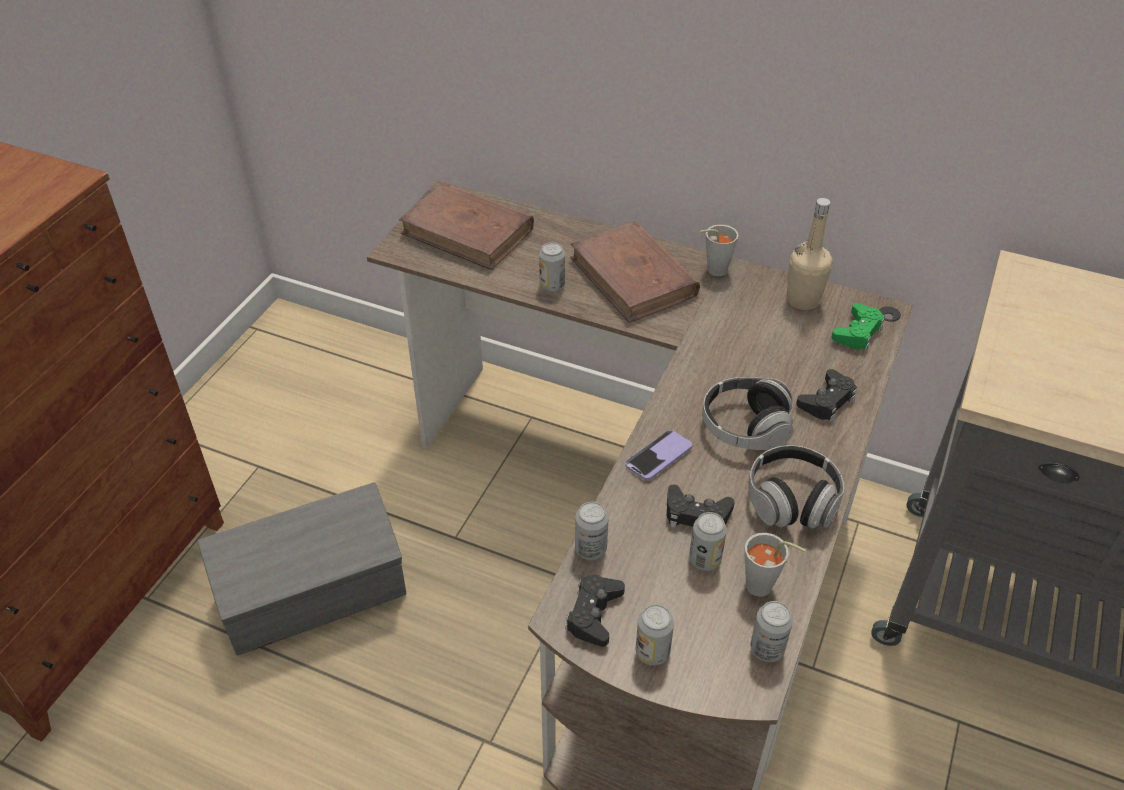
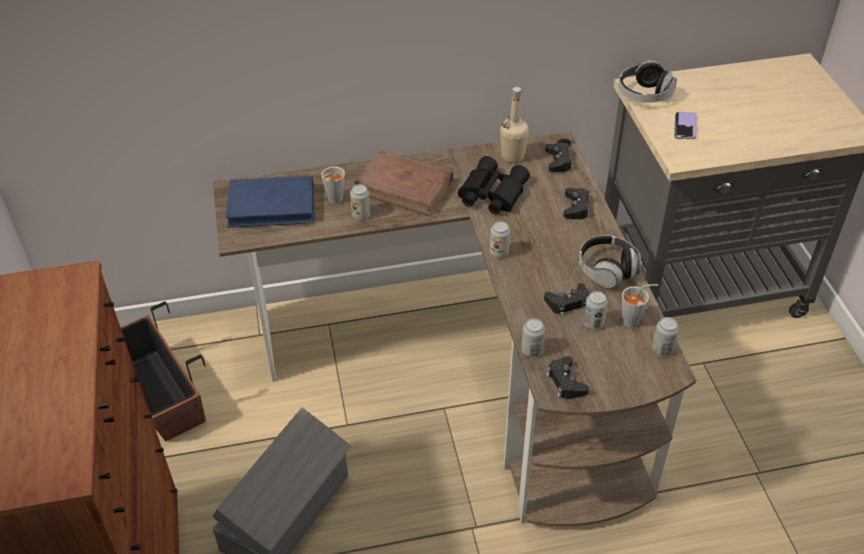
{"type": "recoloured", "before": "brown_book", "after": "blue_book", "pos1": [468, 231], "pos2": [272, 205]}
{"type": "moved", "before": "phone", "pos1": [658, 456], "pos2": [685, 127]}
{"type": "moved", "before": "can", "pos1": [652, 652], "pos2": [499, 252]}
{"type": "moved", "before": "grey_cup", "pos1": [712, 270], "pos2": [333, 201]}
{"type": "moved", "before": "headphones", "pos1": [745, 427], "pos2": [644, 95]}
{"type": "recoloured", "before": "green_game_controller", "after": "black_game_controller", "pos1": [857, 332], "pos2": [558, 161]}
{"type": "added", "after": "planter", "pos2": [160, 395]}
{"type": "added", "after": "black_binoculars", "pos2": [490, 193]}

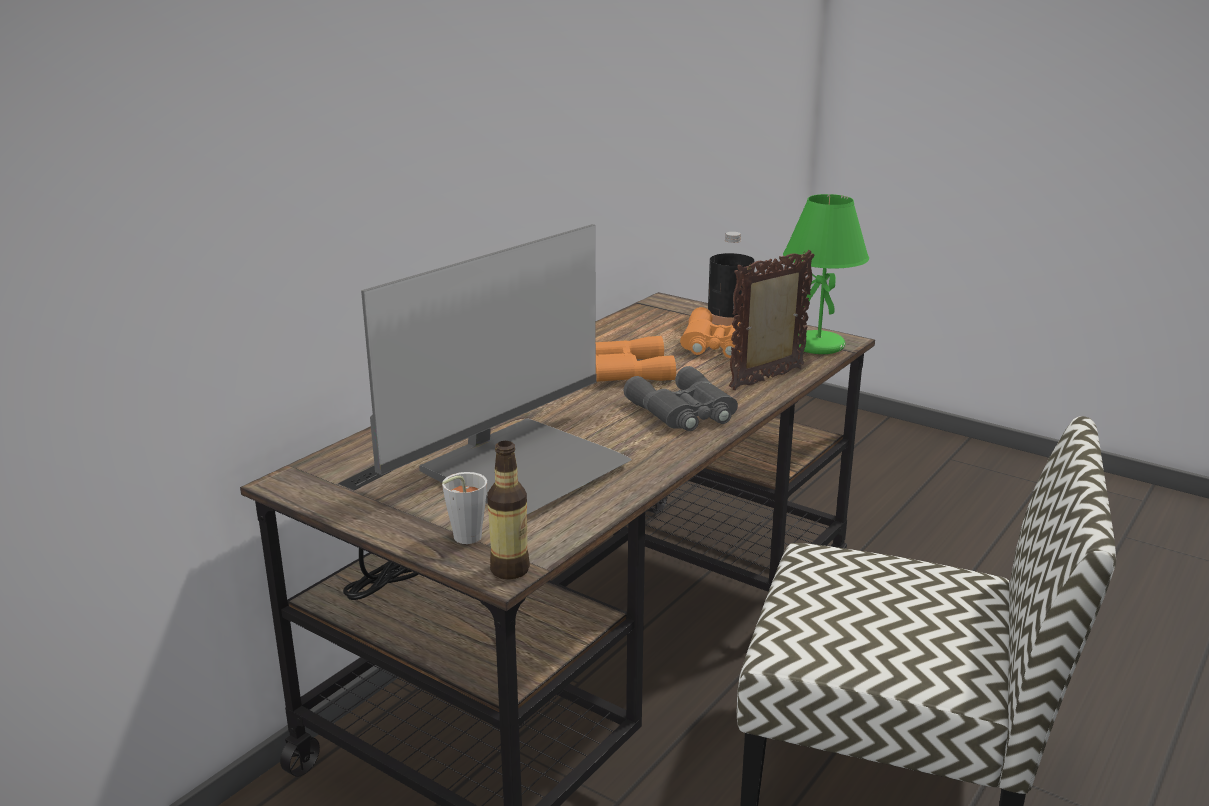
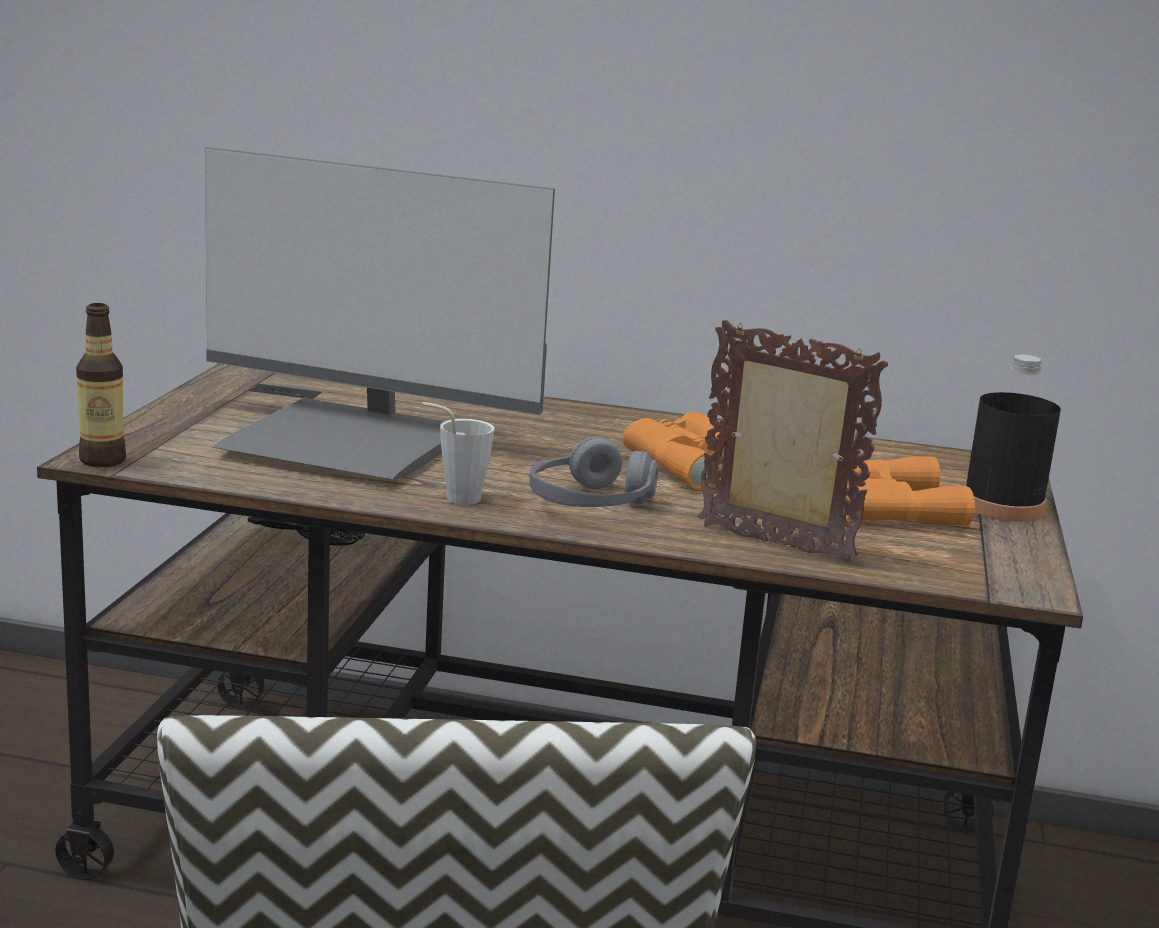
{"type": "moved", "before": "grey_cup", "pos1": [463, 539], "pos2": [455, 497]}
{"type": "replaced", "before": "grey_binoculars", "after": "grey_headphones", "pos1": [683, 412], "pos2": [590, 503]}
{"type": "removed", "before": "green_table_lamp", "pos1": [819, 346]}

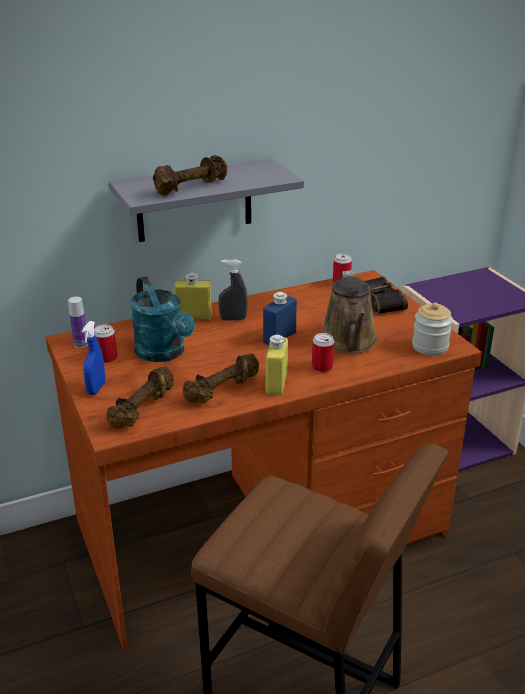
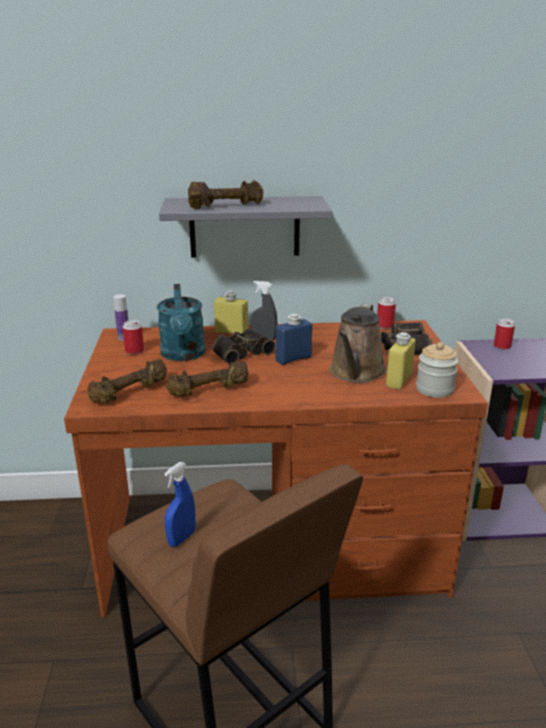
{"type": "moved", "before": "blue_spray_bottle", "pos1": [96, 388], "pos2": [181, 538]}
{"type": "moved", "before": "yellow_bottle", "pos1": [276, 383], "pos2": [399, 380]}
{"type": "moved", "before": "can", "pos1": [322, 367], "pos2": [502, 346]}
{"type": "added", "after": "binoculars", "pos2": [240, 352]}

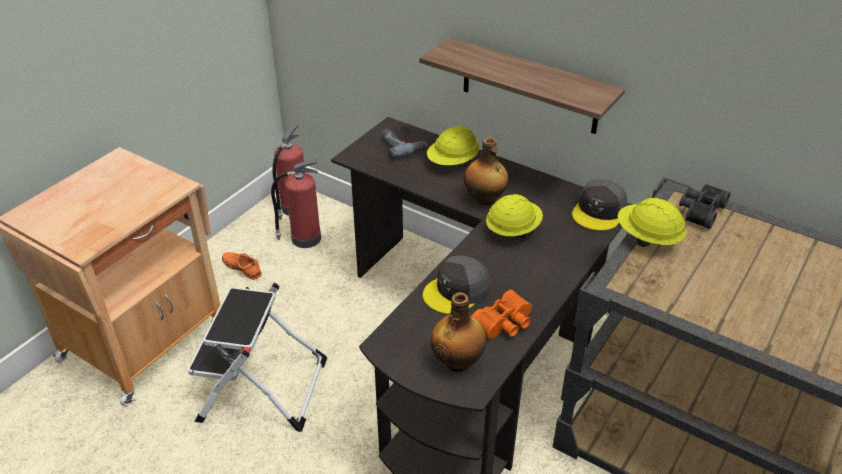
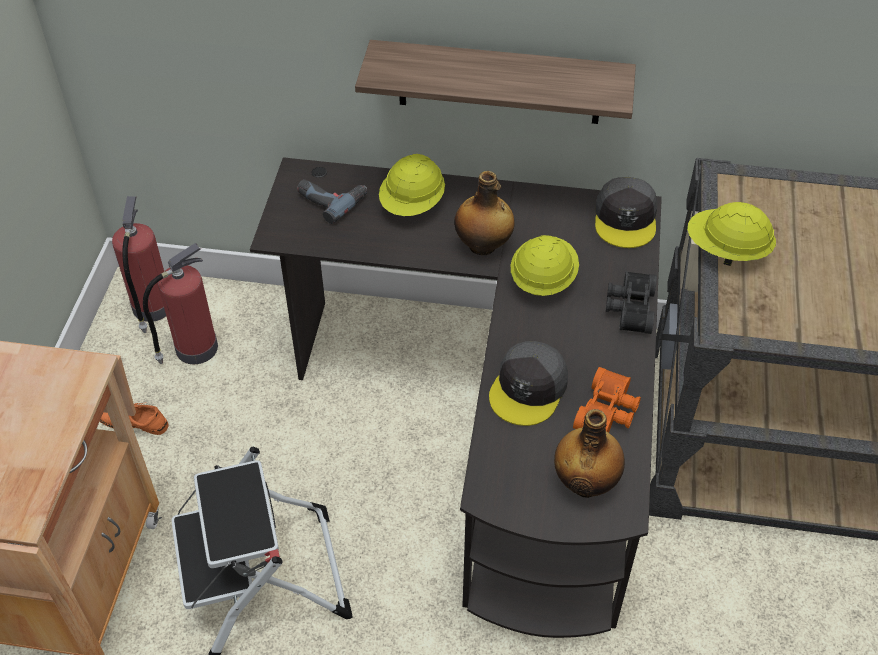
{"type": "moved", "before": "black_binoculars", "pos1": [700, 211], "pos2": [629, 308]}

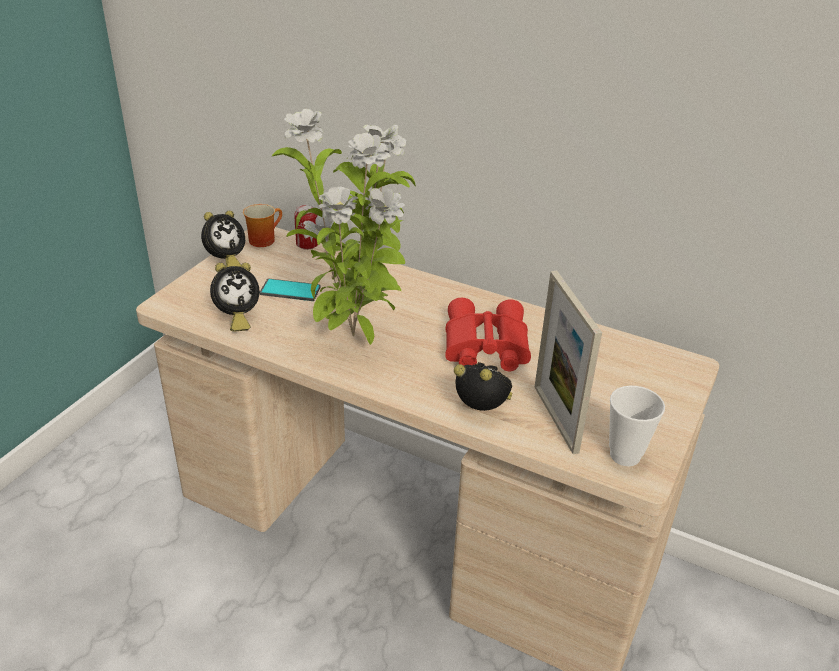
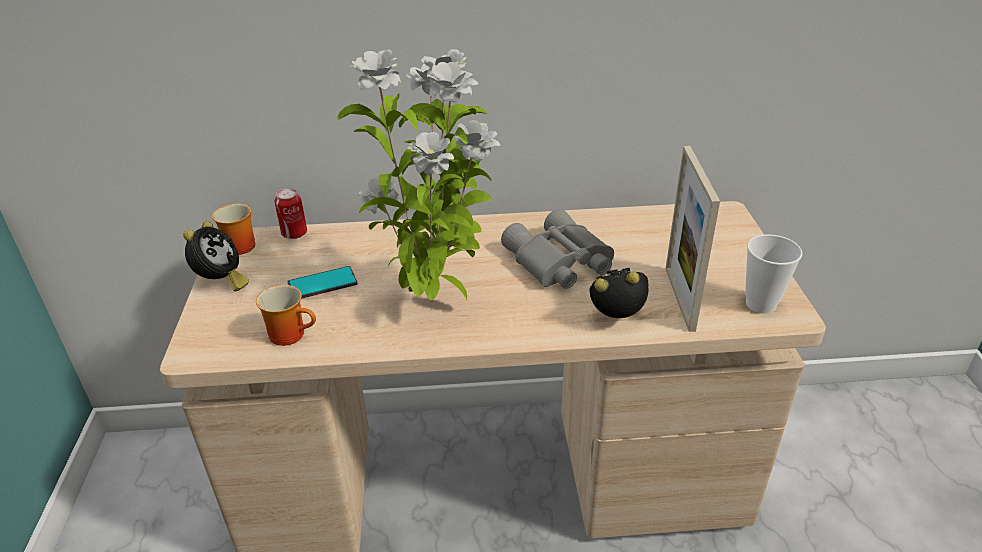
{"type": "replaced", "before": "alarm_clock", "after": "mug", "pos1": [236, 318], "pos2": [292, 333]}
{"type": "recoloured", "before": "red_binoculars", "after": "grey_binoculars", "pos1": [483, 347], "pos2": [558, 262]}
{"type": "turned", "before": "picture_frame", "pos1": [555, 418], "pos2": [679, 298], "turn": 45}

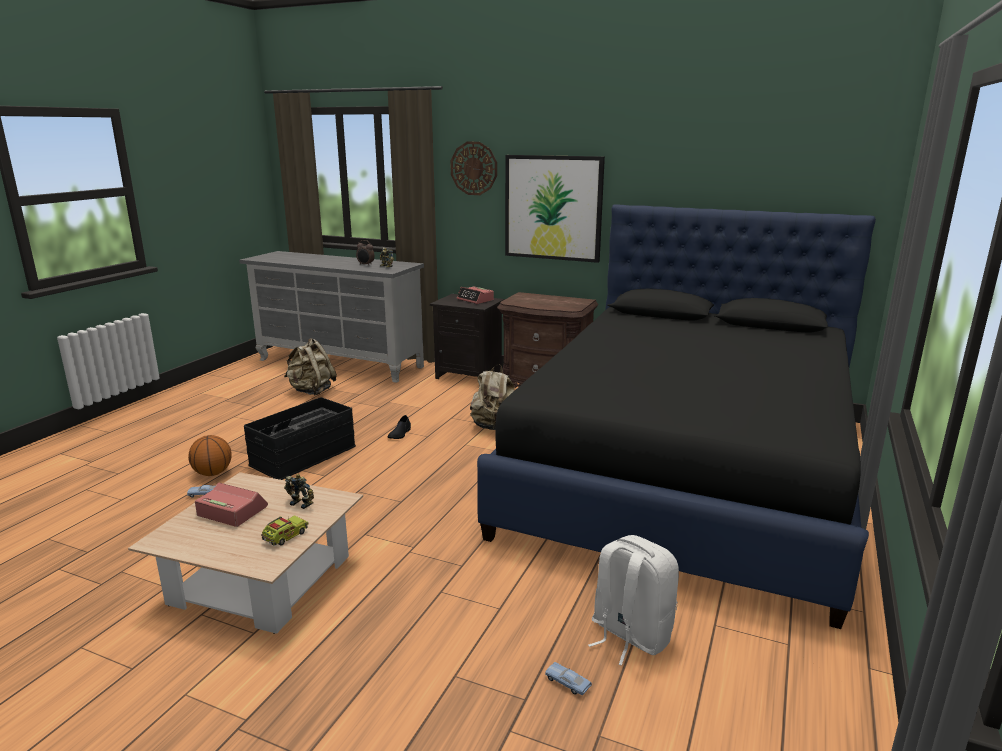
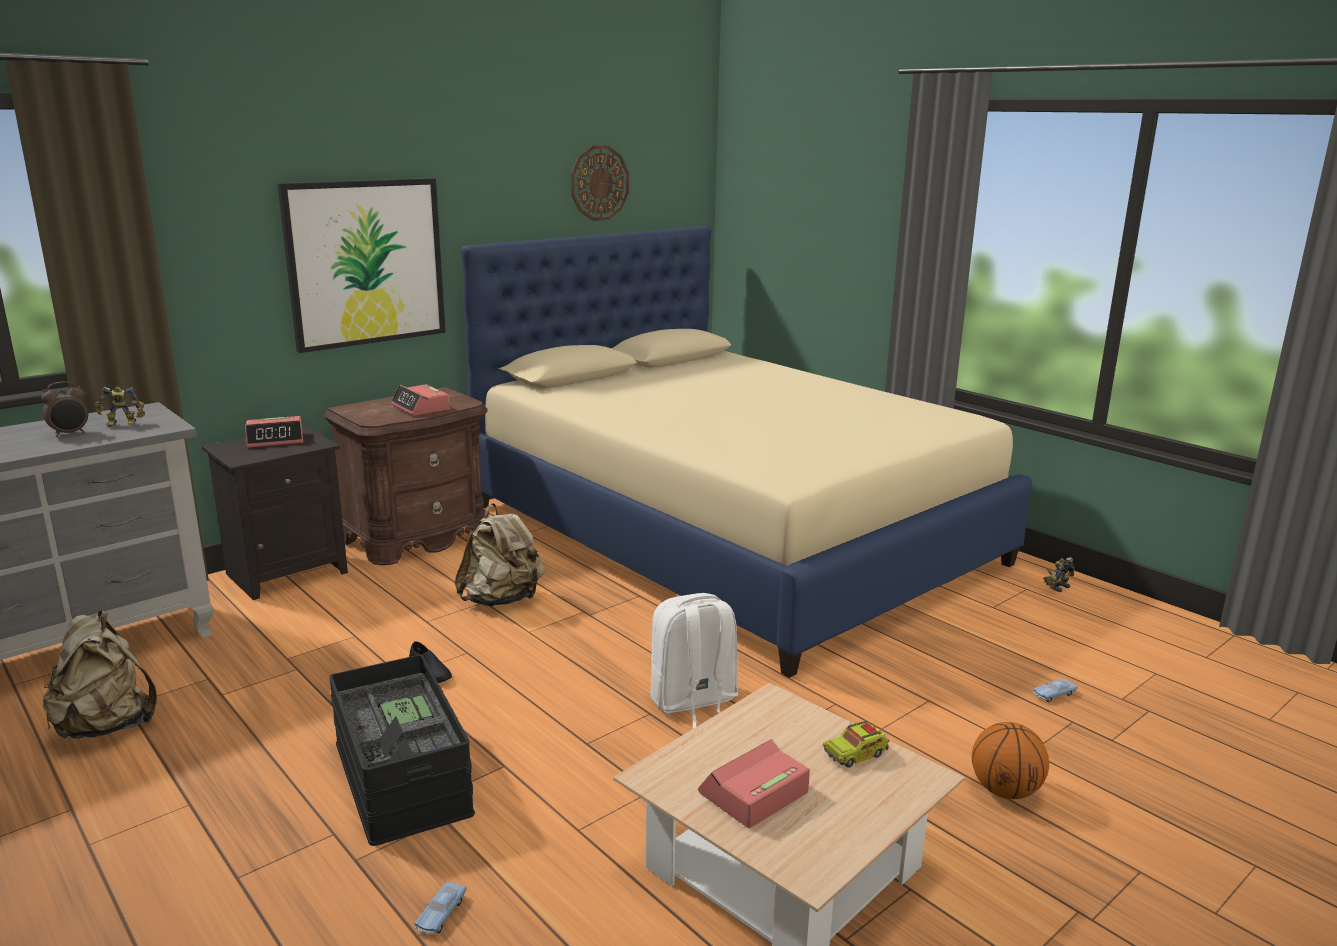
{"type": "moved", "before": "basketball", "pos1": [212, 473], "pos2": [1005, 791]}
{"type": "turned", "before": "toy_truck", "pos1": [285, 536], "pos2": [855, 754], "turn": -90}
{"type": "moved", "before": "toy_robot", "pos1": [302, 503], "pos2": [1057, 587]}
{"type": "moved", "before": "wall_clock", "pos1": [474, 168], "pos2": [599, 183]}
{"type": "recoloured", "before": "black_bed", "after": "beige_bed", "pos1": [687, 470], "pos2": [729, 533]}
{"type": "moved", "before": "white_backpack", "pos1": [629, 635], "pos2": [693, 702]}
{"type": "added", "after": "alarm_clock", "pos2": [421, 408]}

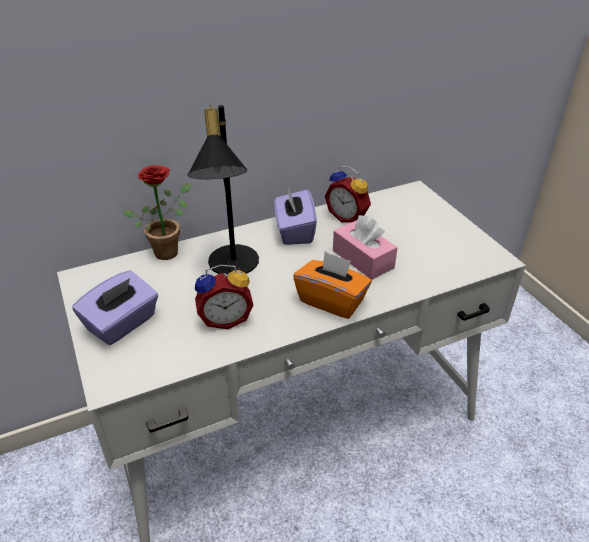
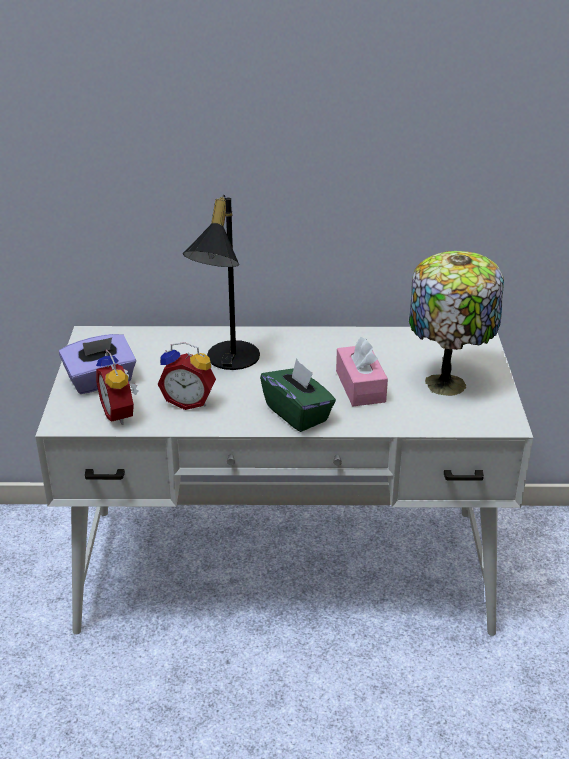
{"type": "removed", "before": "potted_plant", "pos1": [169, 250]}
{"type": "removed", "before": "purple_tissue_box", "pos1": [294, 231]}
{"type": "recoloured", "before": "orange_tissue_box", "after": "green_tissue_box", "pos1": [331, 301], "pos2": [297, 413]}
{"type": "moved", "before": "alarm_clock", "pos1": [348, 217], "pos2": [121, 414]}
{"type": "added", "after": "table_lamp", "pos2": [448, 383]}

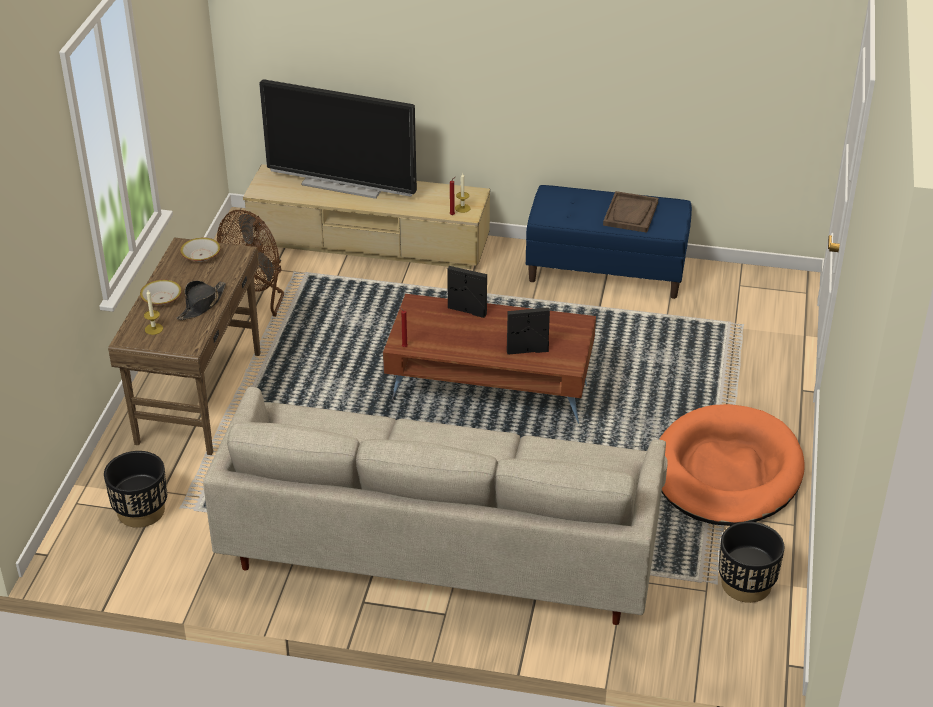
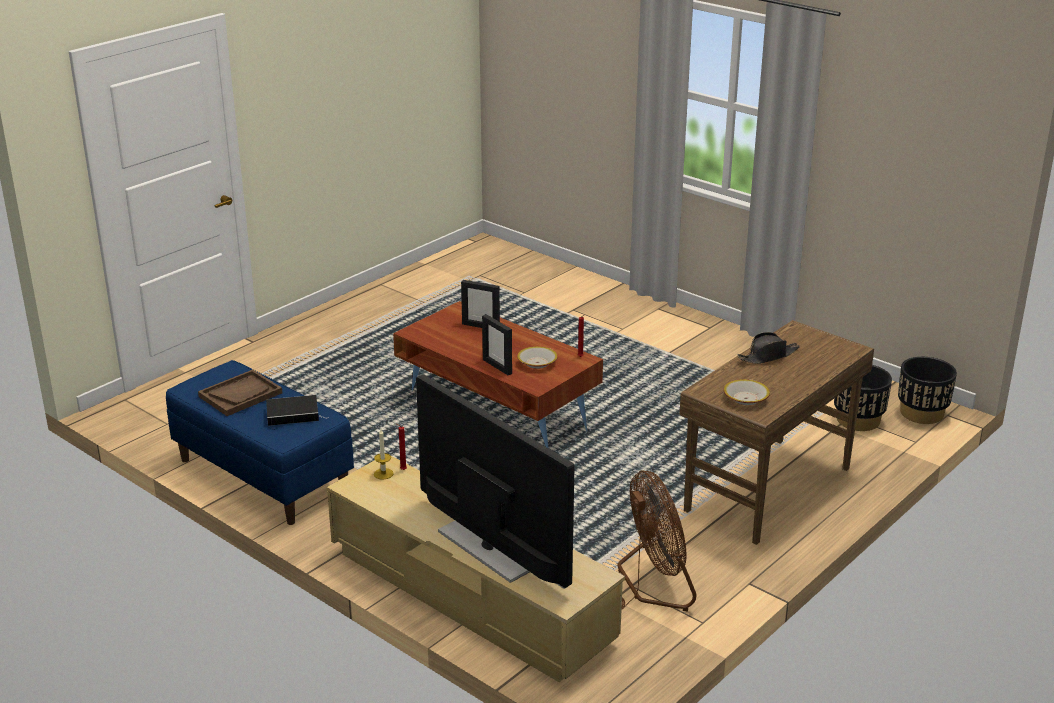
{"type": "moved", "before": "bowl", "pos1": [161, 298], "pos2": [537, 363]}
{"type": "removed", "before": "candle", "pos1": [154, 329]}
{"type": "removed", "before": "beige_sofa", "pos1": [441, 546]}
{"type": "removed", "before": "orange_dog_bed", "pos1": [726, 472]}
{"type": "moved", "before": "black_planter", "pos1": [746, 584], "pos2": [921, 413]}
{"type": "added", "after": "book", "pos2": [294, 413]}

